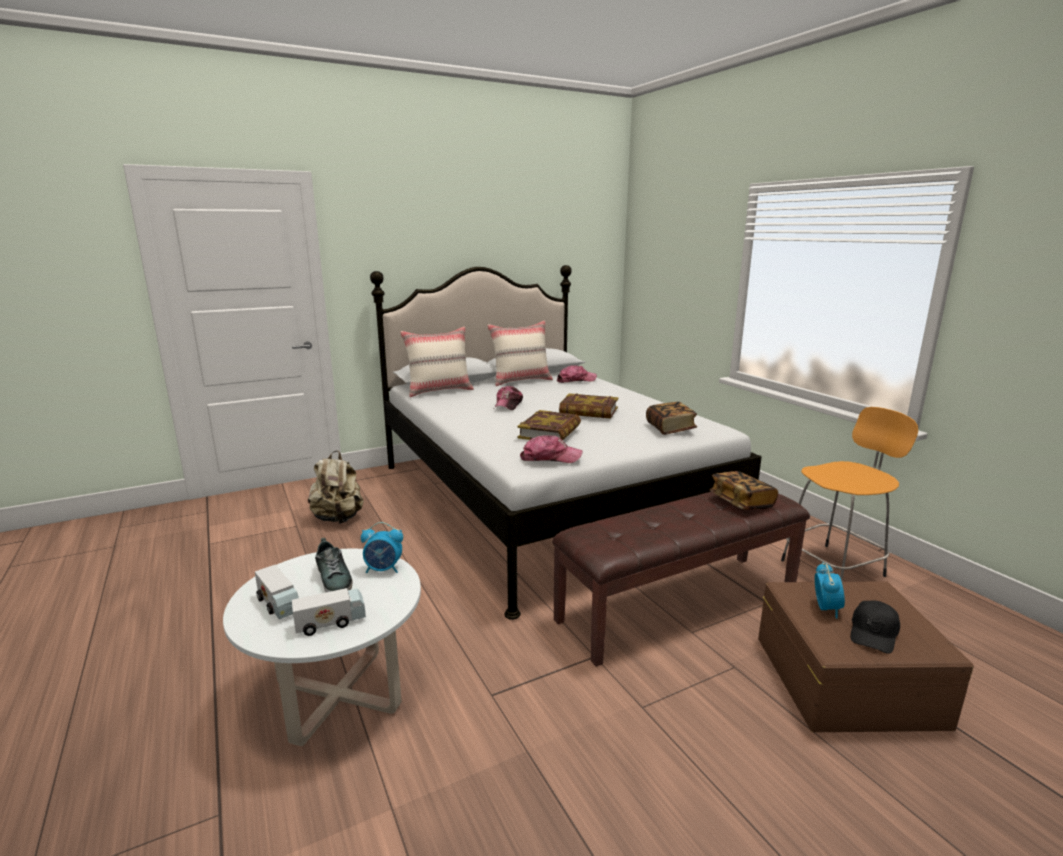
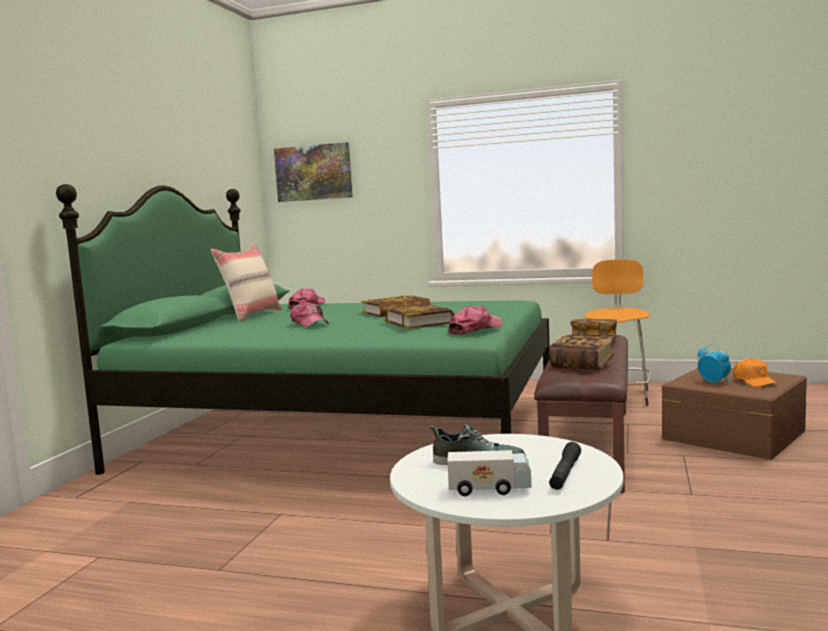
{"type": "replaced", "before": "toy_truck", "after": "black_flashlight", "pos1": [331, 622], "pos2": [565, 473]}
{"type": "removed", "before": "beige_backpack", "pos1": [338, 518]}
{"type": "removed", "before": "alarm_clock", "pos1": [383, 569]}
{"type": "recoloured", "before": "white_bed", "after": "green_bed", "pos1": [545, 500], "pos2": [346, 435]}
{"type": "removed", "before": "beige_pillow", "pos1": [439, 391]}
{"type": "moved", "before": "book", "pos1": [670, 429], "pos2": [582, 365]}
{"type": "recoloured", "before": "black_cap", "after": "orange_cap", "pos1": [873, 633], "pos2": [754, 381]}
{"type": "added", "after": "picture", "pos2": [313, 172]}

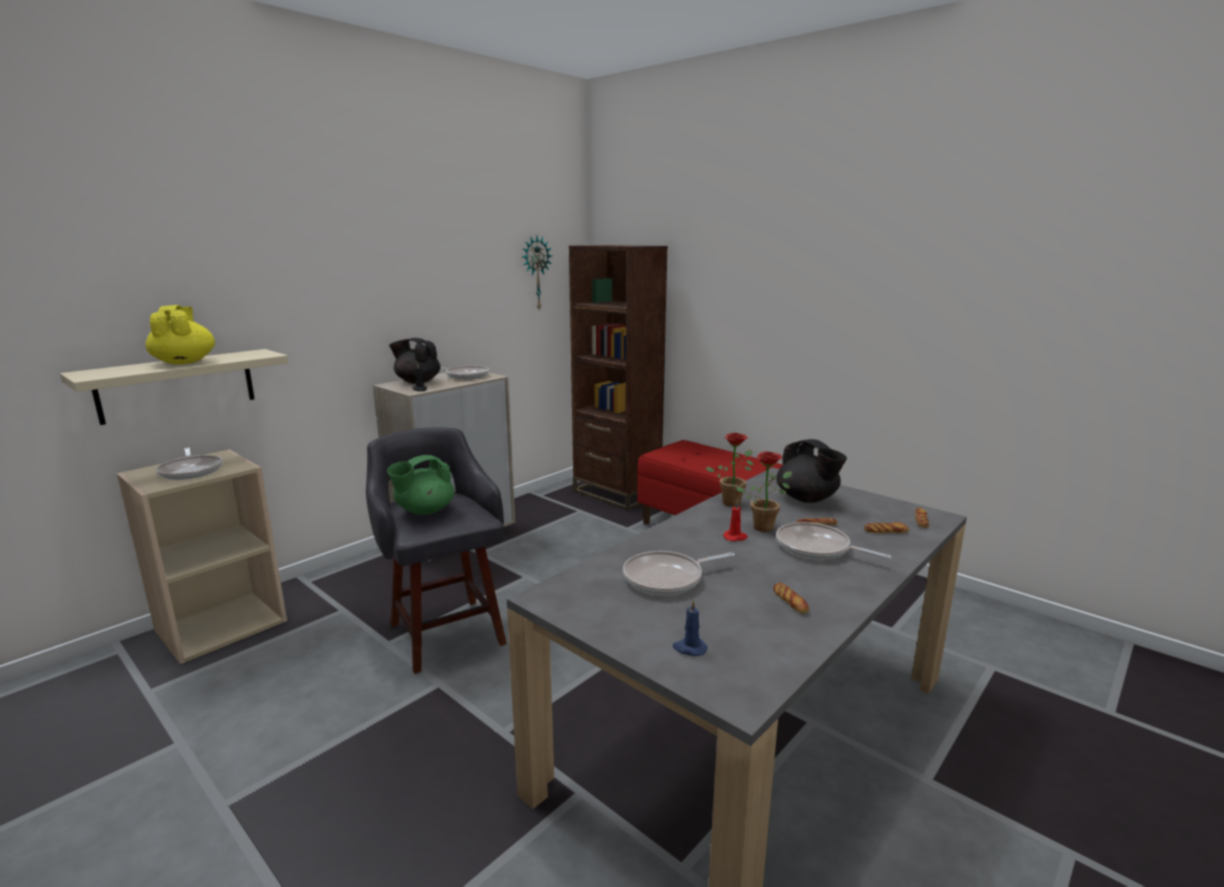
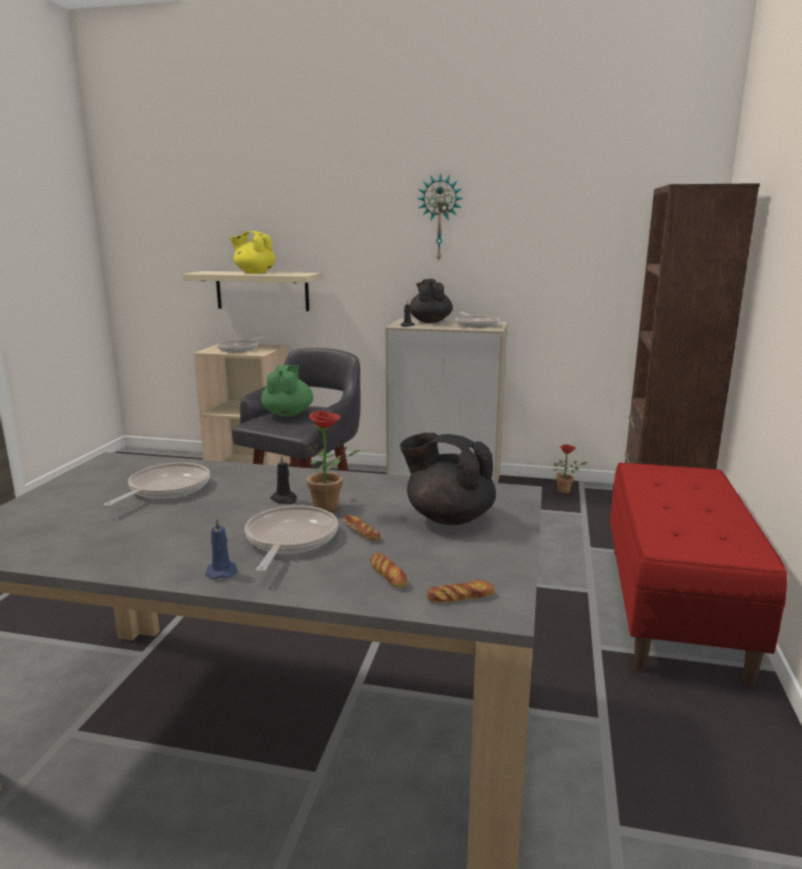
{"type": "turned", "before": "yellow_teapot", "pos1": [184, 362], "pos2": [254, 273], "turn": -105}
{"type": "turned", "before": "green_teapot", "pos1": [424, 511], "pos2": [288, 414], "turn": 75}
{"type": "moved", "before": "wall_clock", "pos1": [535, 273], "pos2": [440, 218]}
{"type": "turned", "before": "frying_pan", "pos1": [667, 578], "pos2": [166, 489], "turn": 75}
{"type": "moved", "before": "blue_candle", "pos1": [689, 648], "pos2": [221, 571]}
{"type": "moved", "before": "potted_plant", "pos1": [732, 501], "pos2": [566, 491]}
{"type": "recoloured", "before": "red_candle", "after": "black_candle", "pos1": [735, 537], "pos2": [284, 499]}
{"type": "removed", "before": "bread", "pos1": [790, 601]}
{"type": "turned", "before": "black_teapot", "pos1": [807, 499], "pos2": [448, 517], "turn": 90}

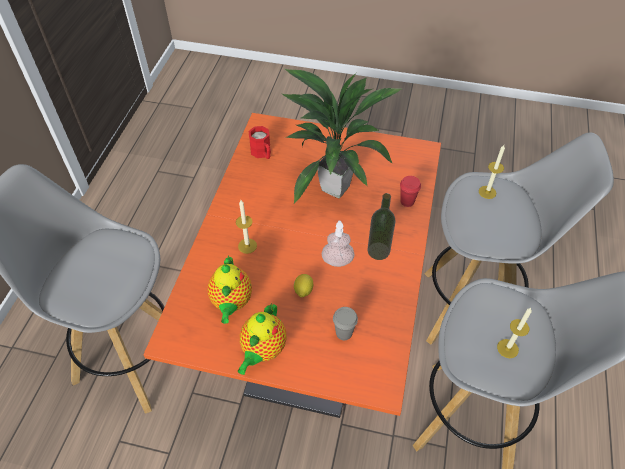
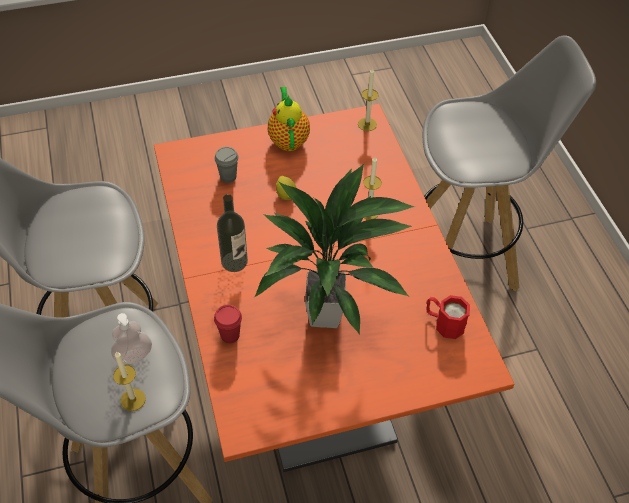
{"type": "removed", "before": "teapot", "pos1": [231, 303]}
{"type": "moved", "before": "soap_dispenser", "pos1": [337, 261], "pos2": [134, 355]}
{"type": "moved", "before": "candle", "pos1": [507, 348], "pos2": [367, 124]}

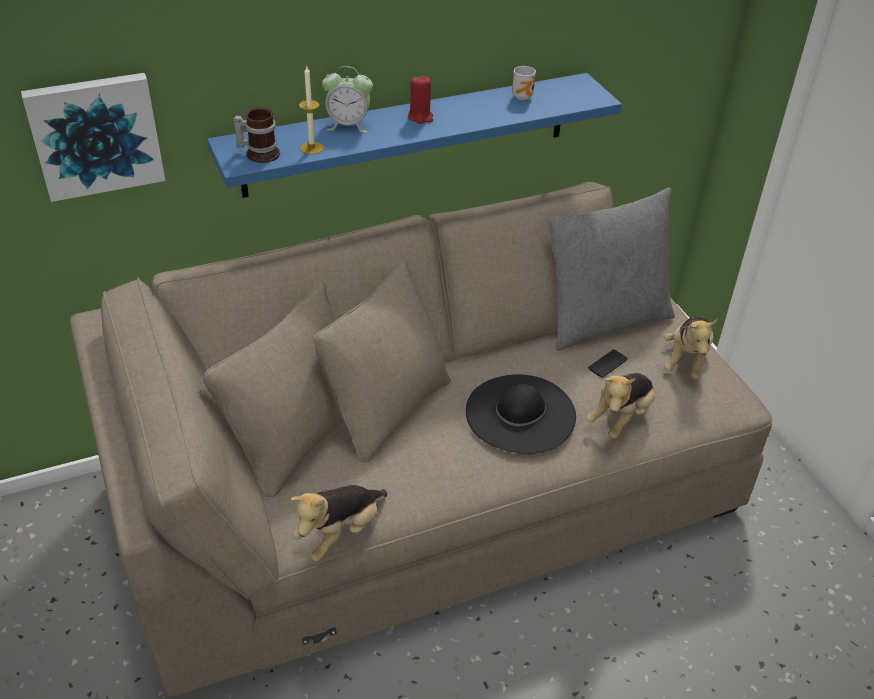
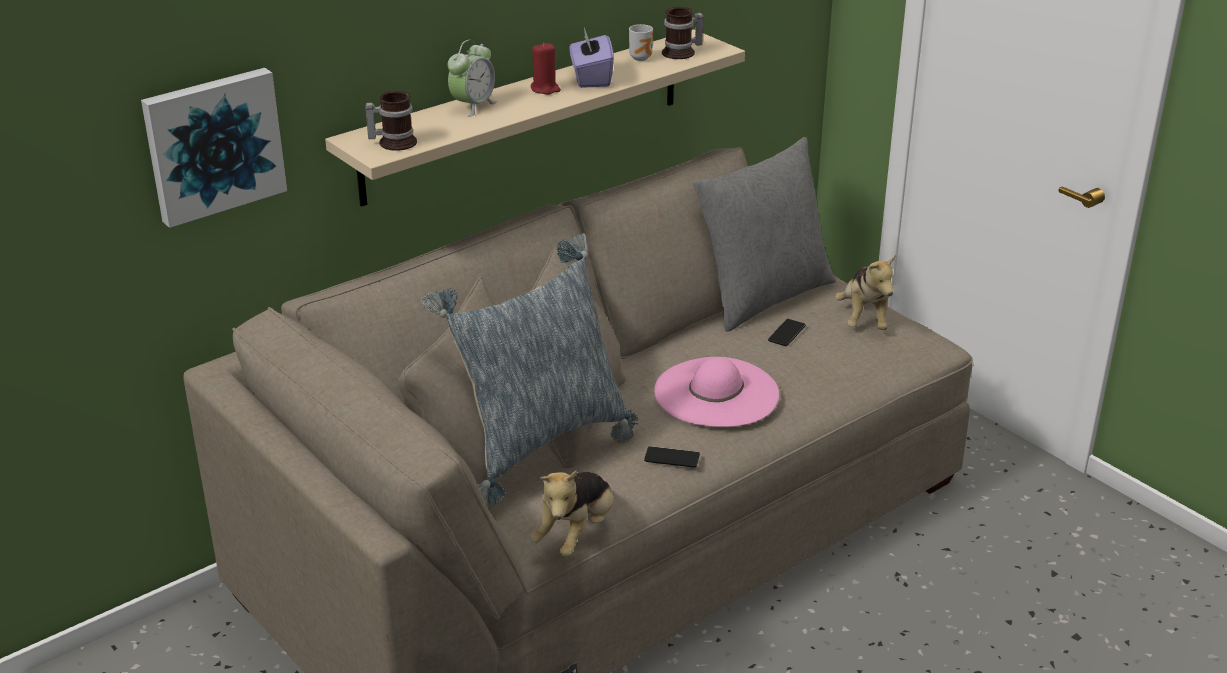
{"type": "recoloured", "before": "blue_shelf", "after": "beige_shelf", "pos1": [408, 134], "pos2": [525, 115]}
{"type": "removed", "before": "candle", "pos1": [312, 148]}
{"type": "turned", "before": "alarm_clock", "pos1": [348, 125], "pos2": [473, 106], "turn": -45}
{"type": "recoloured", "before": "black_hat", "after": "pink_hat", "pos1": [520, 413], "pos2": [716, 393]}
{"type": "removed", "before": "plush_toy", "pos1": [621, 418]}
{"type": "added", "after": "pillow", "pos2": [536, 457]}
{"type": "added", "after": "purple_tissue_box", "pos2": [591, 78]}
{"type": "added", "after": "phone", "pos2": [672, 458]}
{"type": "added", "after": "mug", "pos2": [682, 53]}

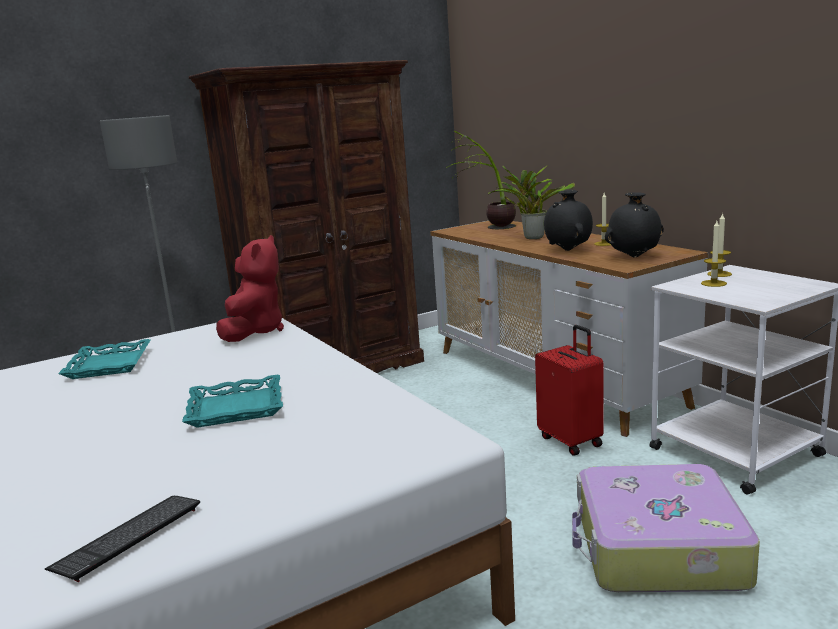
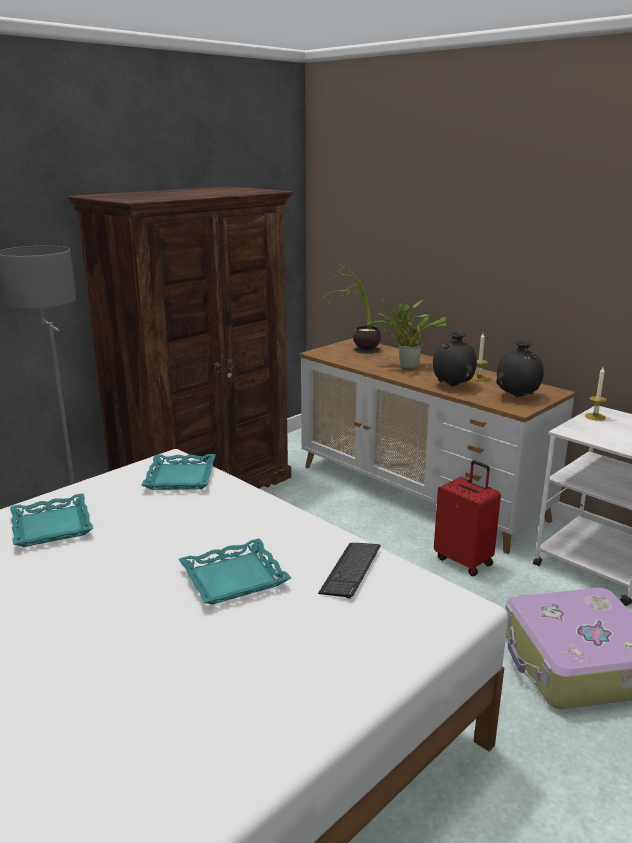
{"type": "moved", "before": "keyboard", "pos1": [128, 538], "pos2": [350, 571]}
{"type": "replaced", "before": "red_plush_toy", "after": "turquoise_tray", "pos1": [254, 331], "pos2": [181, 477]}
{"type": "removed", "before": "candle", "pos1": [713, 283]}

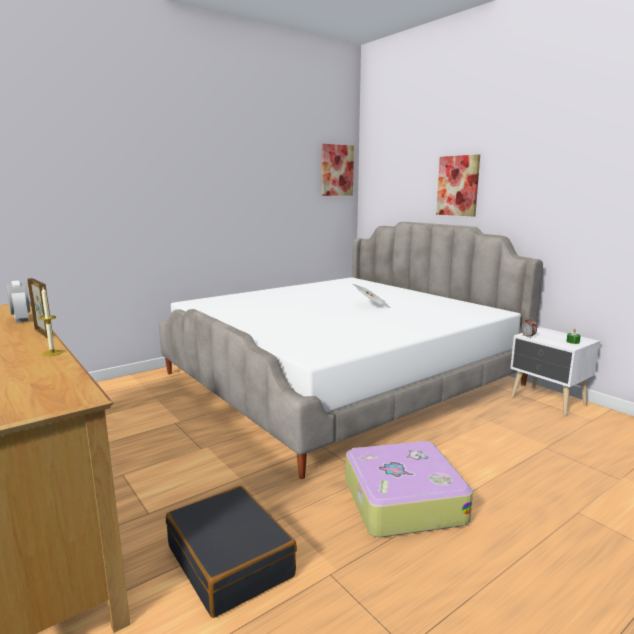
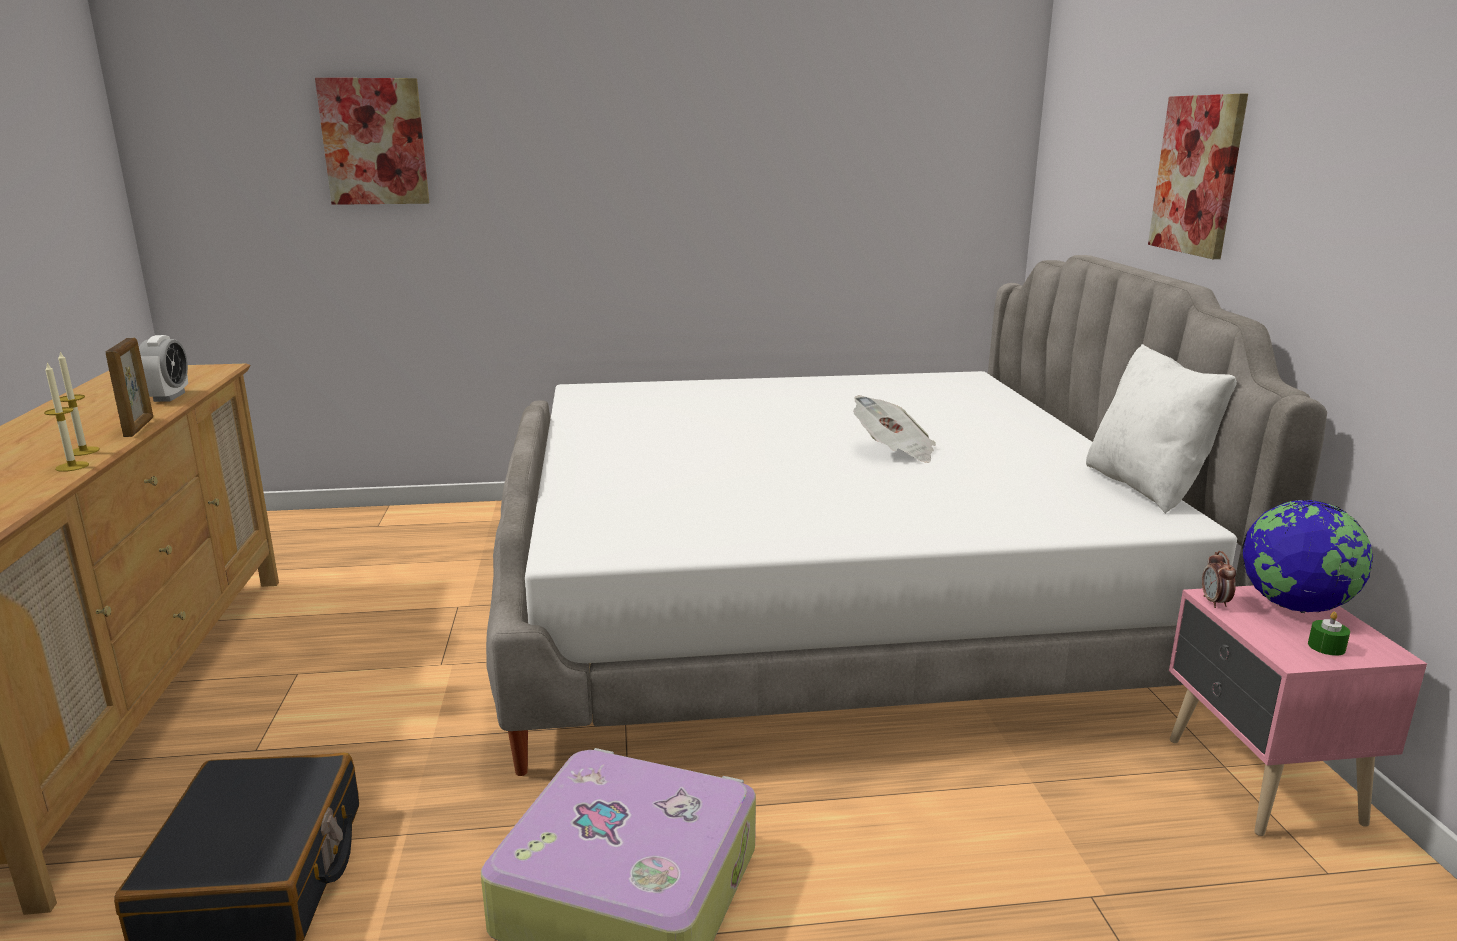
{"type": "moved", "before": "picture", "pos1": [337, 170], "pos2": [374, 142]}
{"type": "recoloured", "before": "white_nightstand", "after": "pink_nightstand", "pos1": [548, 401], "pos2": [1260, 782]}
{"type": "added", "after": "candle", "pos2": [83, 451]}
{"type": "added", "after": "white_pillow", "pos2": [1147, 487]}
{"type": "added", "after": "globe", "pos2": [1295, 606]}

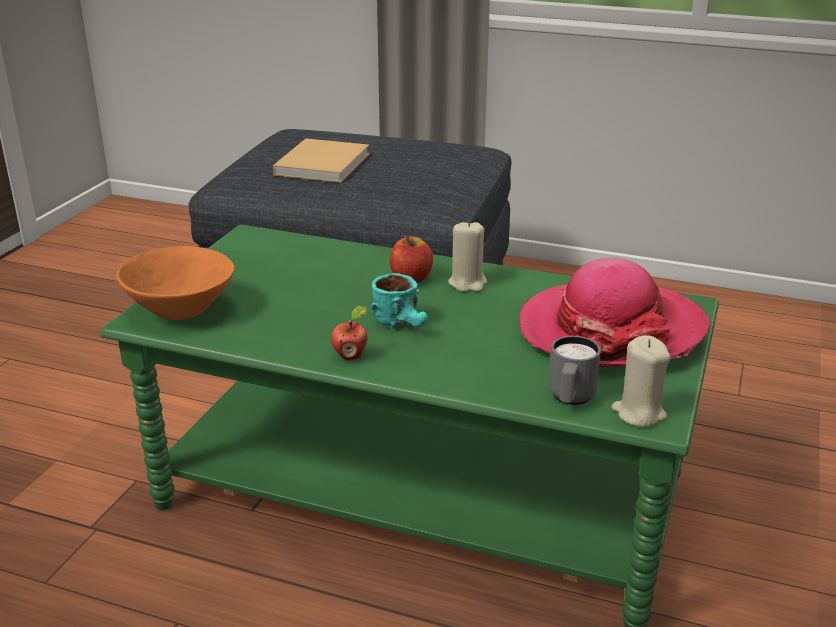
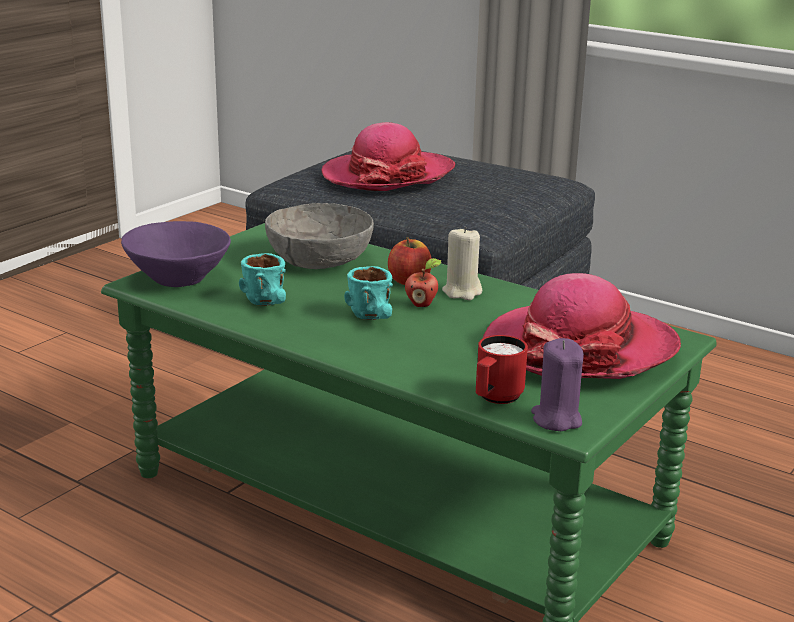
{"type": "recoloured", "before": "orange_bowl", "after": "purple_bowl", "pos1": [182, 311], "pos2": [179, 281]}
{"type": "replaced", "before": "beige_book", "after": "hat", "pos1": [323, 163], "pos2": [388, 175]}
{"type": "moved", "before": "apple", "pos1": [351, 356], "pos2": [422, 304]}
{"type": "recoloured", "before": "grey_mug", "after": "red_mug", "pos1": [570, 399], "pos2": [495, 399]}
{"type": "recoloured", "before": "beige_candle", "after": "purple_candle", "pos1": [638, 413], "pos2": [556, 419]}
{"type": "added", "after": "turquoise_mug", "pos2": [271, 304]}
{"type": "added", "after": "grey_bowl", "pos2": [318, 260]}

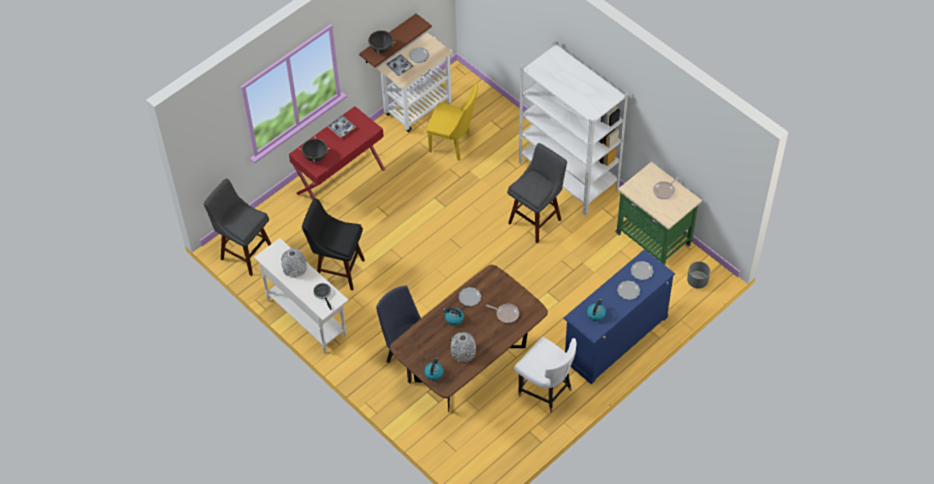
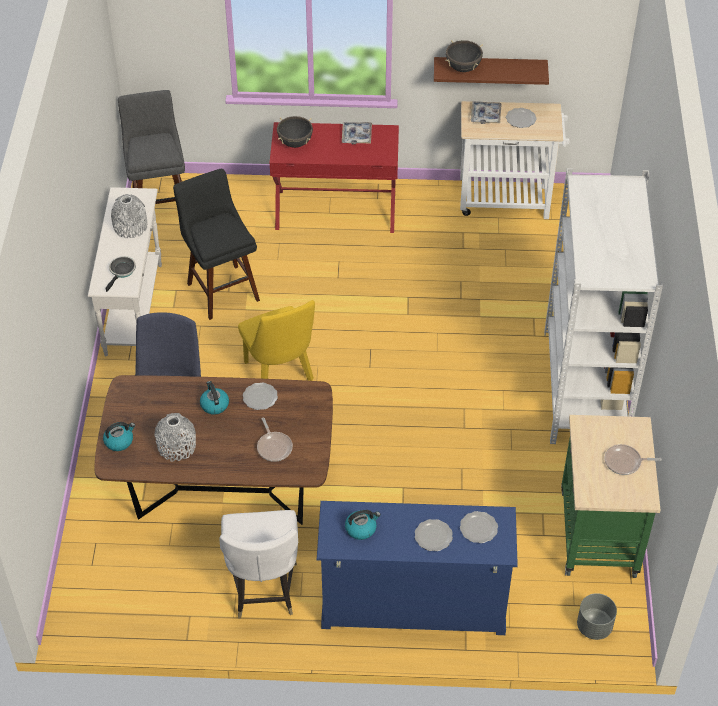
{"type": "moved", "before": "yellow_chair", "pos1": [454, 144], "pos2": [280, 375]}
{"type": "removed", "before": "grey_stool", "pos1": [536, 219]}

